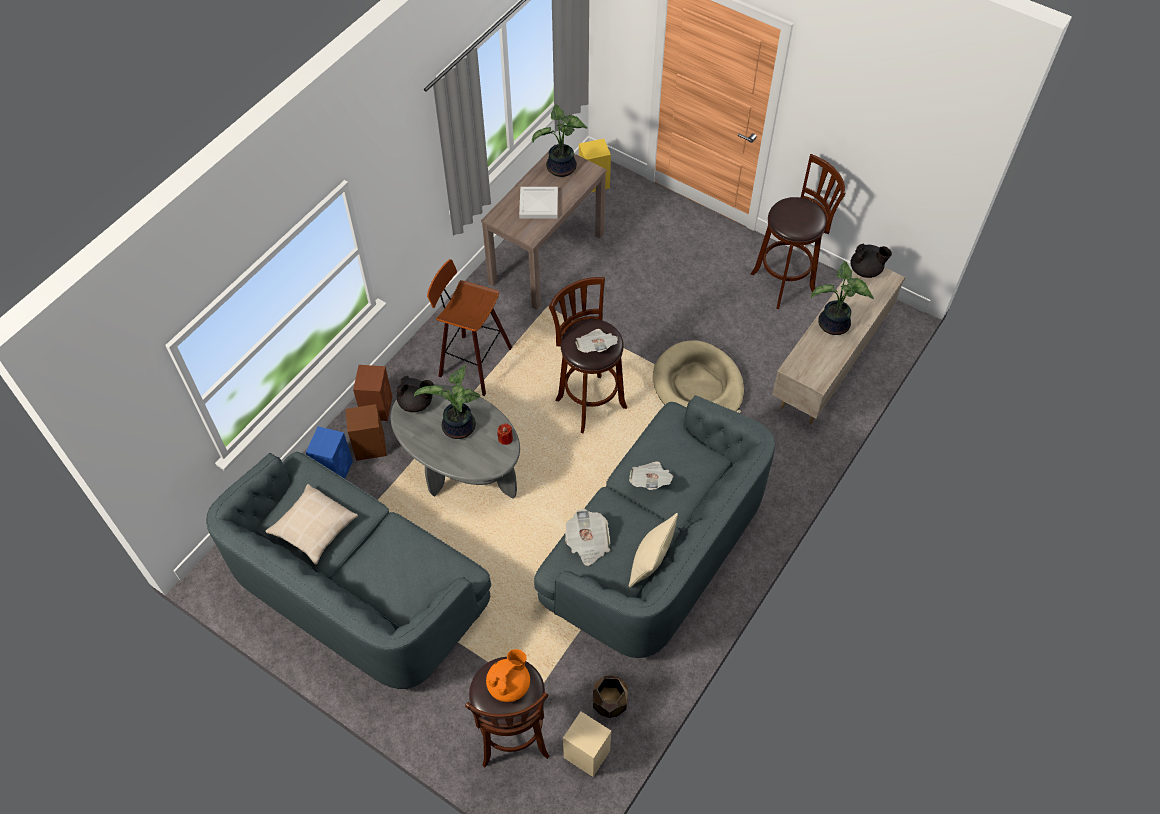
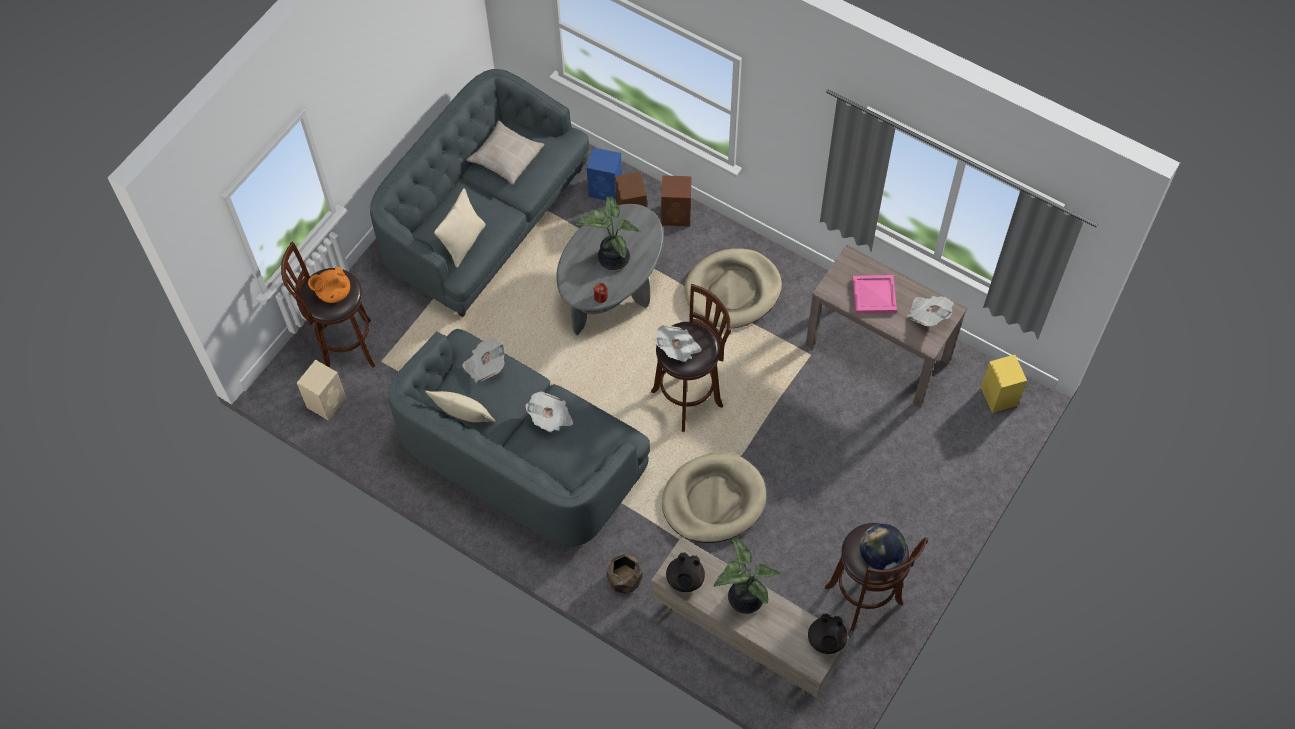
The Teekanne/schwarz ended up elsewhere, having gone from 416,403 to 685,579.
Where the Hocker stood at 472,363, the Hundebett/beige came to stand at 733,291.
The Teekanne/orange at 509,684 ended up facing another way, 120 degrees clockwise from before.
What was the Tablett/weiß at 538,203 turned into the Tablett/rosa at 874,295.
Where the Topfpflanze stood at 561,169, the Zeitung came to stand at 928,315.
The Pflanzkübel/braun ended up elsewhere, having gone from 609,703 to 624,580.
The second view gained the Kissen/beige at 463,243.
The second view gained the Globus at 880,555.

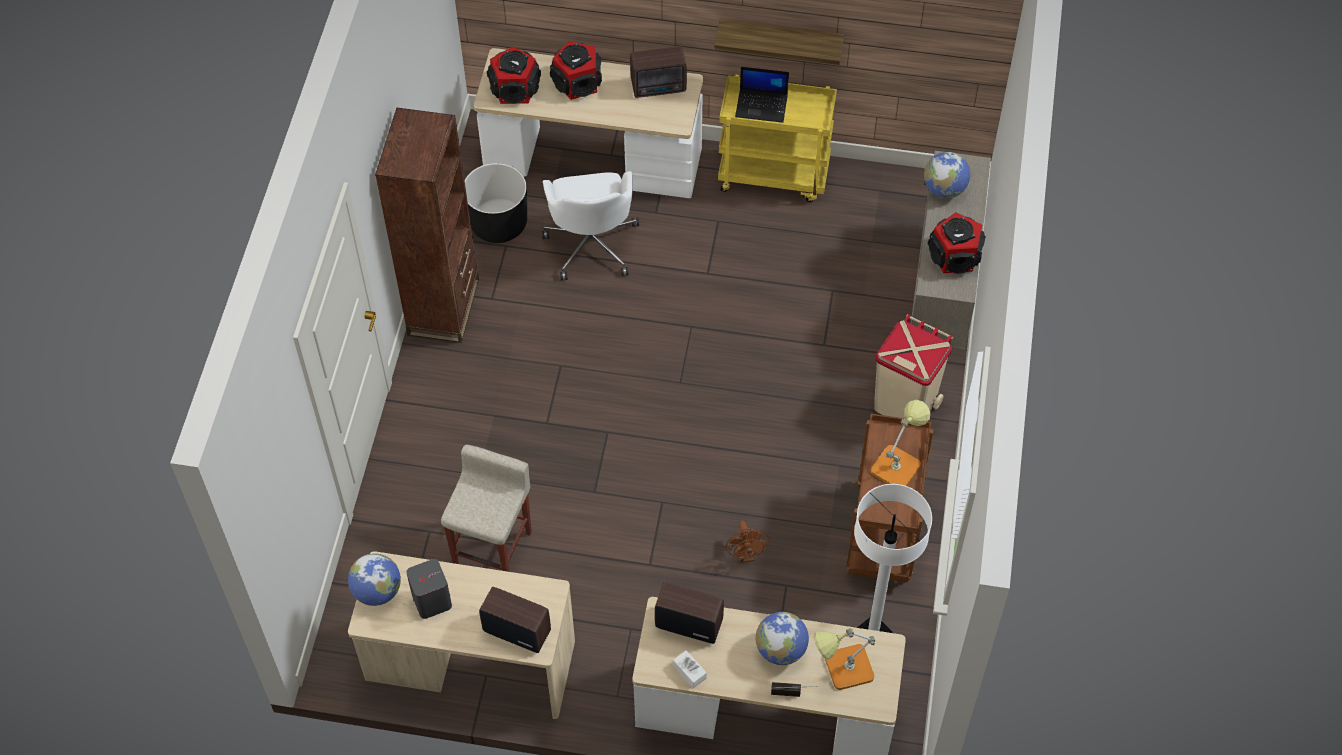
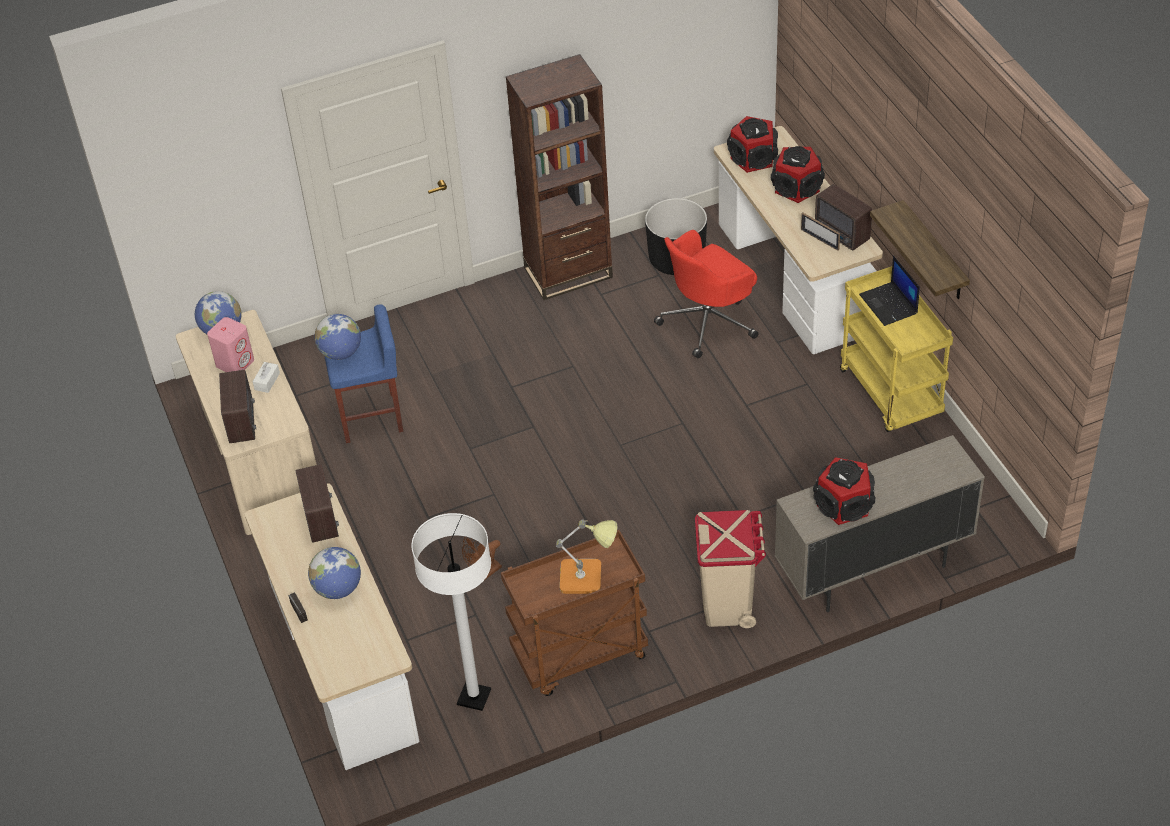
What was the Lautsprecher/grau at 431,600 turned into the Lautsprecher/rosa at 235,362.
What was the Hocker/beige at 493,547 turned into the Hocker/blau at 372,417.
What was the Bürostuhl/weiß at 592,243 turned into the Bürostuhl/rot at 709,321.
The Taschentuchbox/weiß ended up elsewhere, having gone from 689,672 to 267,381.
The second view lost the Tischlampe at 842,669.
The Globus ended up elsewhere, having gone from 944,189 to 341,353.
The second view gained the Bilderrahmen at 820,239.

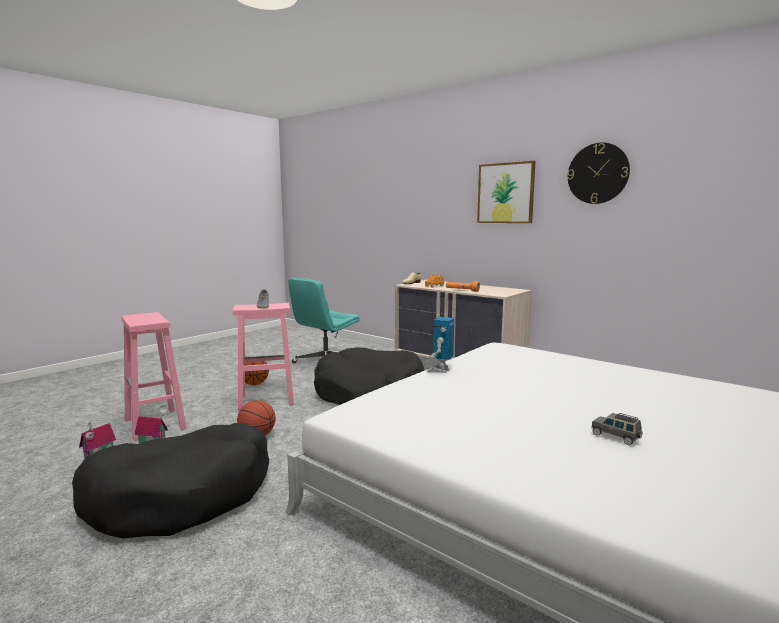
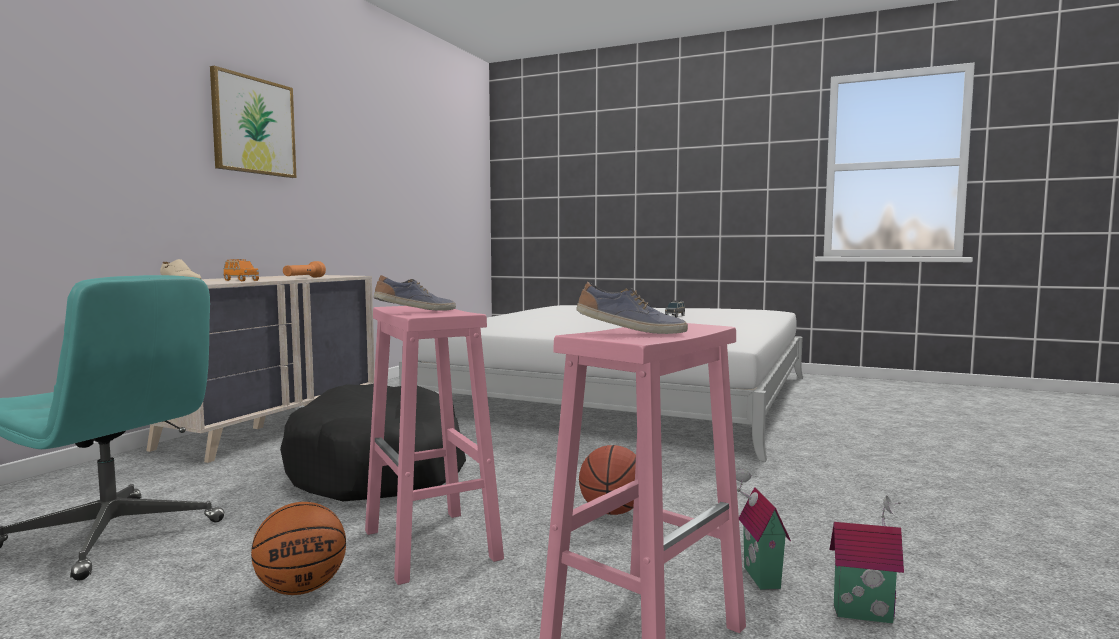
The second view lost the Hundebett/schwarz at 182,496.
The second view lost the Spielzeugroboter at 440,370.
The second view lost the Wanduhr at 598,173.
The second view gained the Schuh at 630,332.

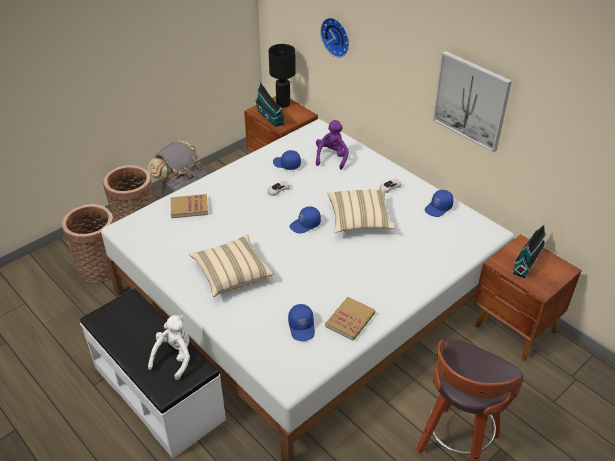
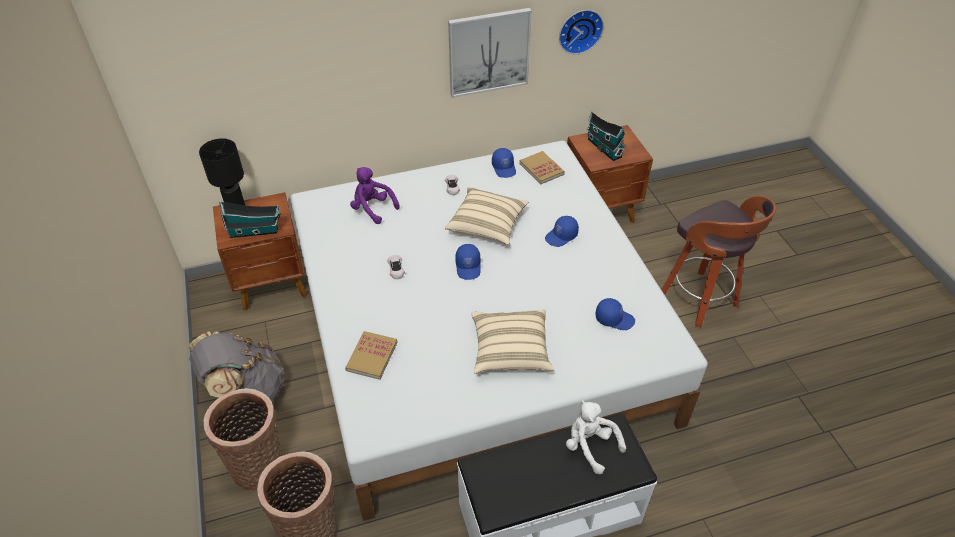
The Kappe/blau ended up elsewhere, having gone from 286,164 to 561,236.
The Wanduhr ended up elsewhere, having gone from 337,36 to 579,30.
The Buch ended up elsewhere, having gone from 350,320 to 541,169.

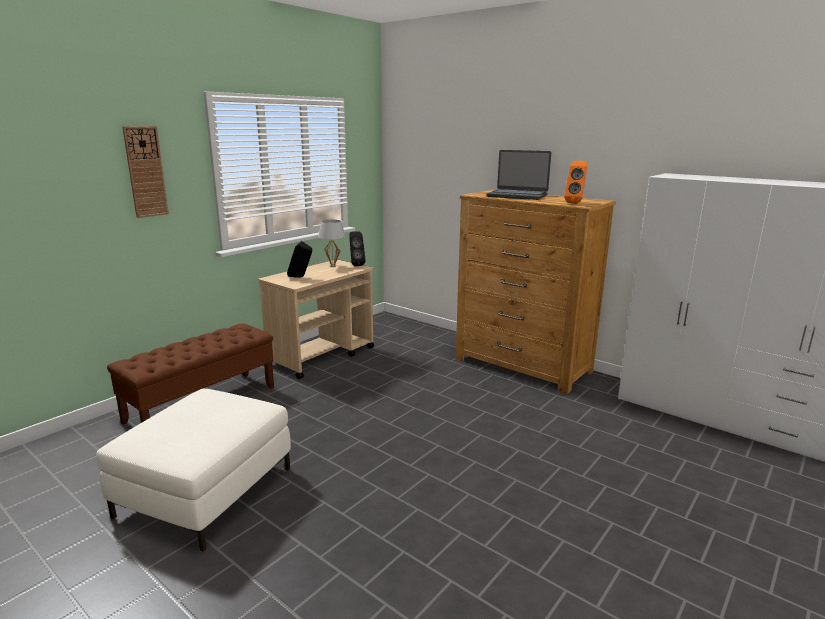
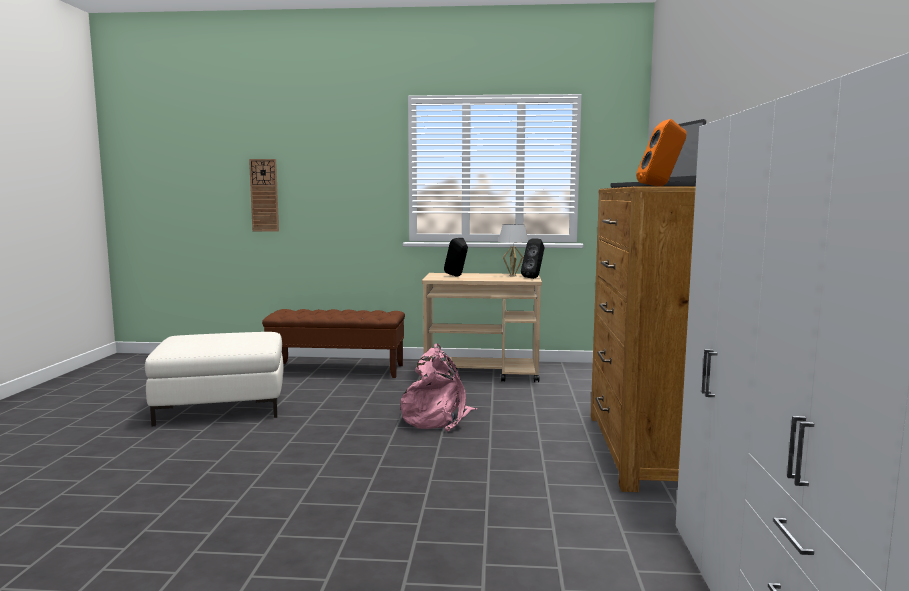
The Wanduhr ended up elsewhere, having gone from 145,172 to 264,195.
The second view gained the Rucksack/rosa at 437,418.

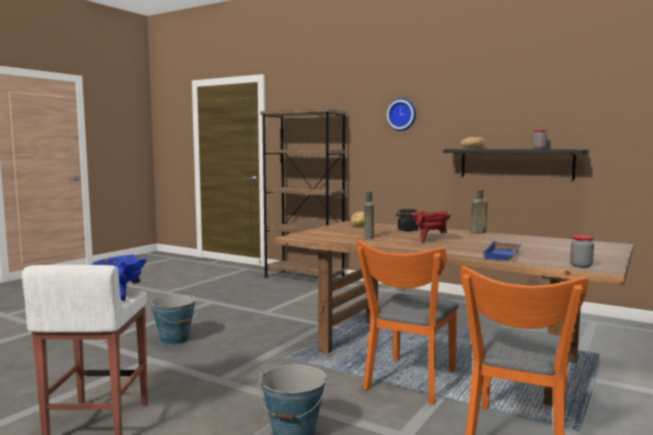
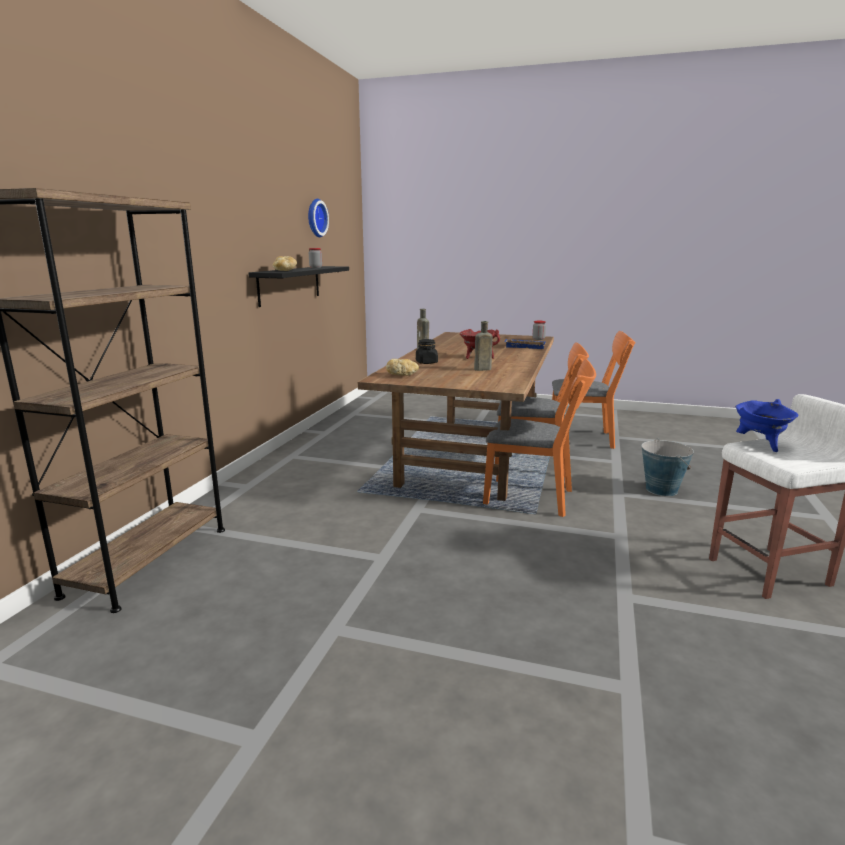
The second view lost the Eimer at 175,340.
The Wanduhr ended up elsewhere, having gone from 402,114 to 315,218.
The second view gained the Stuhl/orange at 536,498.

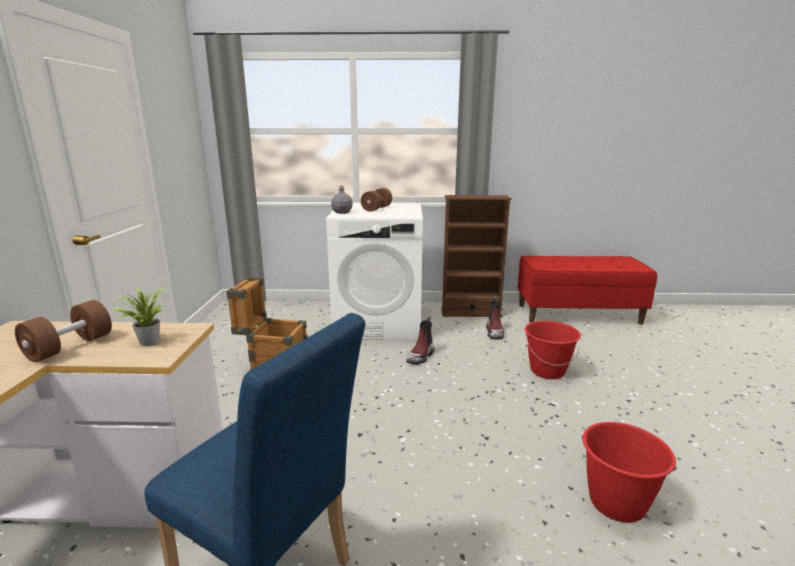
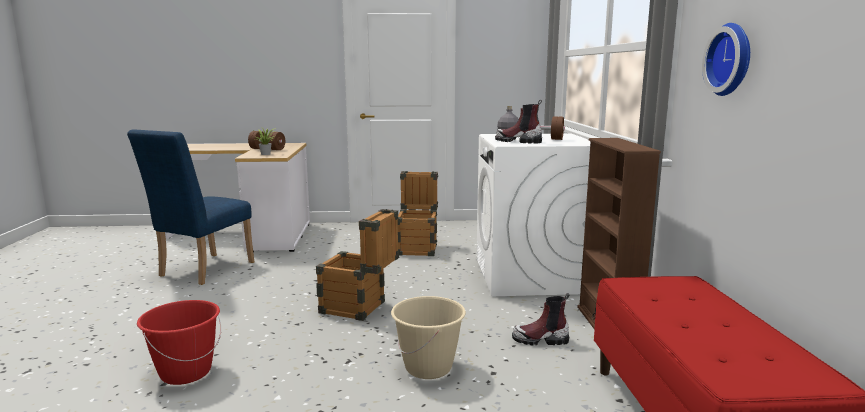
The Stiefel ended up elsewhere, having gone from 421,356 to 518,141.
What was the Eimer/rot at 547,371 turned into the Eimer/beige at 428,367.
The second view gained the Kiste at 359,309.
The second view gained the Wanduhr at 732,59.

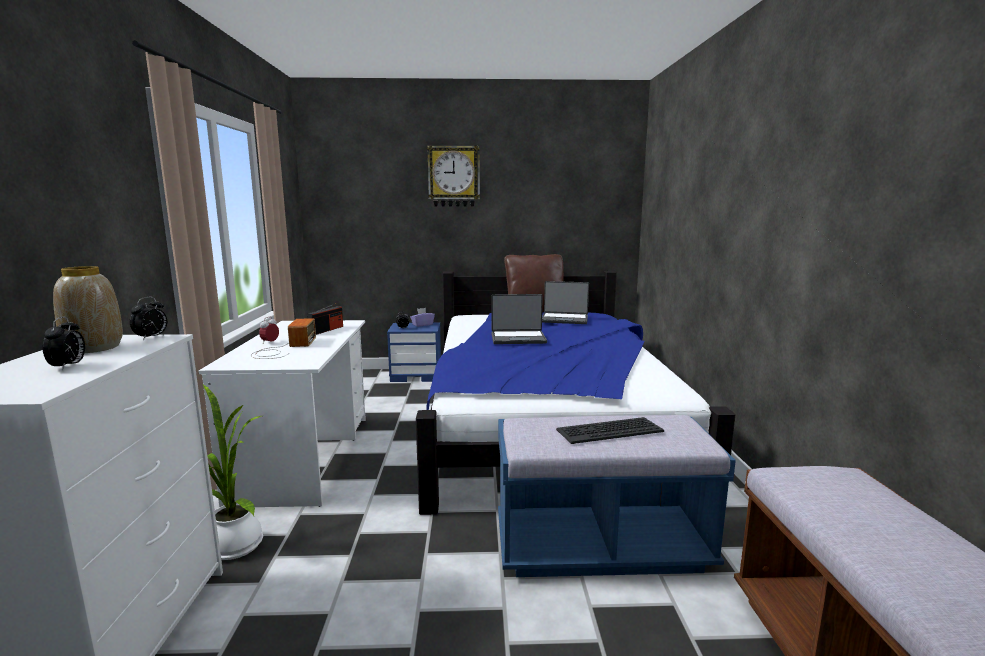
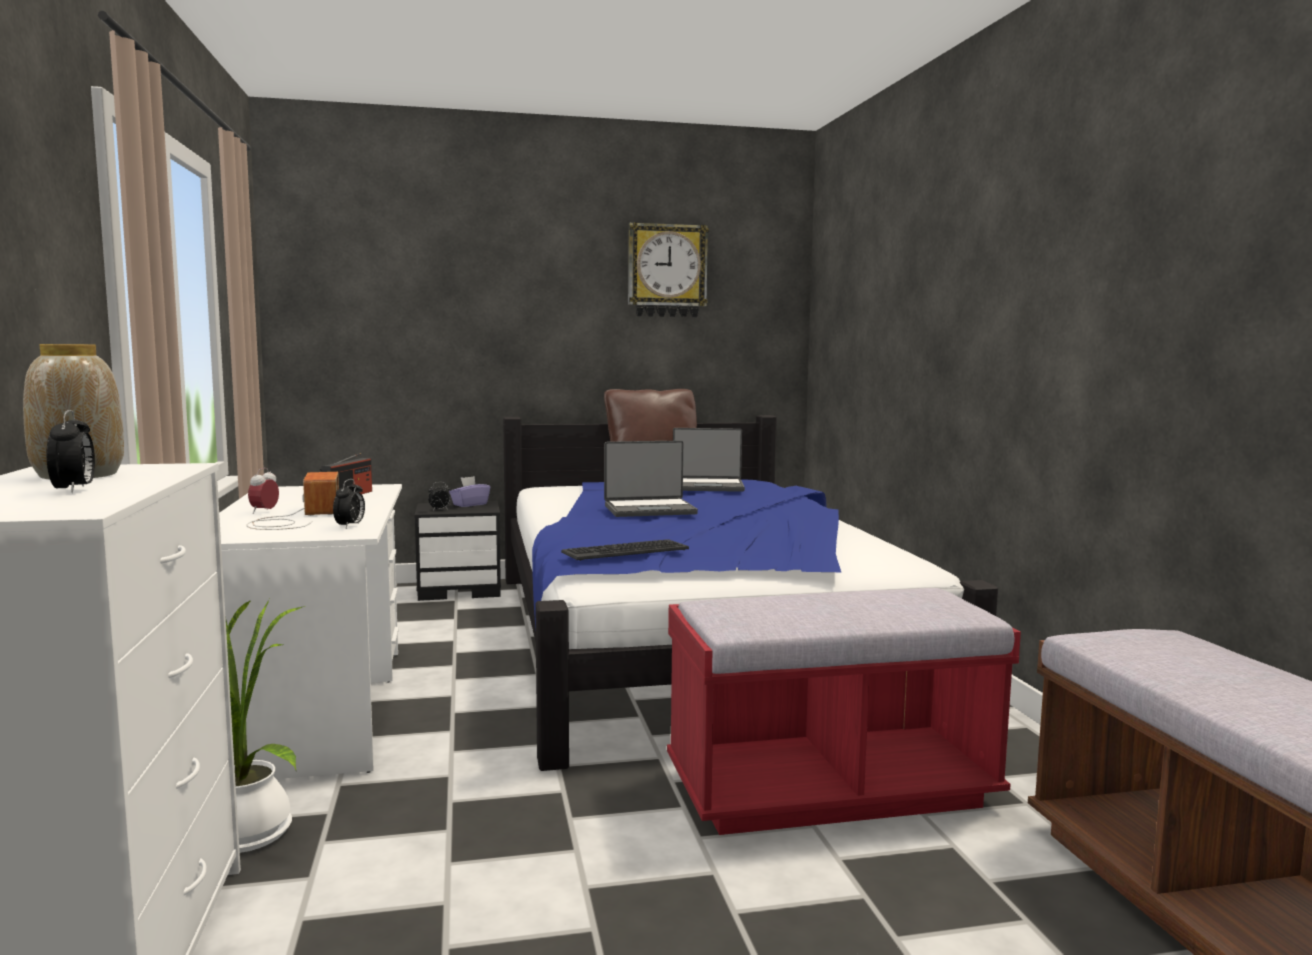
The Wecker ended up elsewhere, having gone from 152,338 to 350,526.
What was the Nachttisch/blau at 417,375 turned into the Nachttisch/schwarz at 460,589.
The Wanduhr ended up elsewhere, having gone from 454,176 to 667,271.
What was the Bank/blau at 600,547 turned into the Bank/rot at 830,790.
The Tastatur ended up elsewhere, having gone from 609,431 to 625,551.

